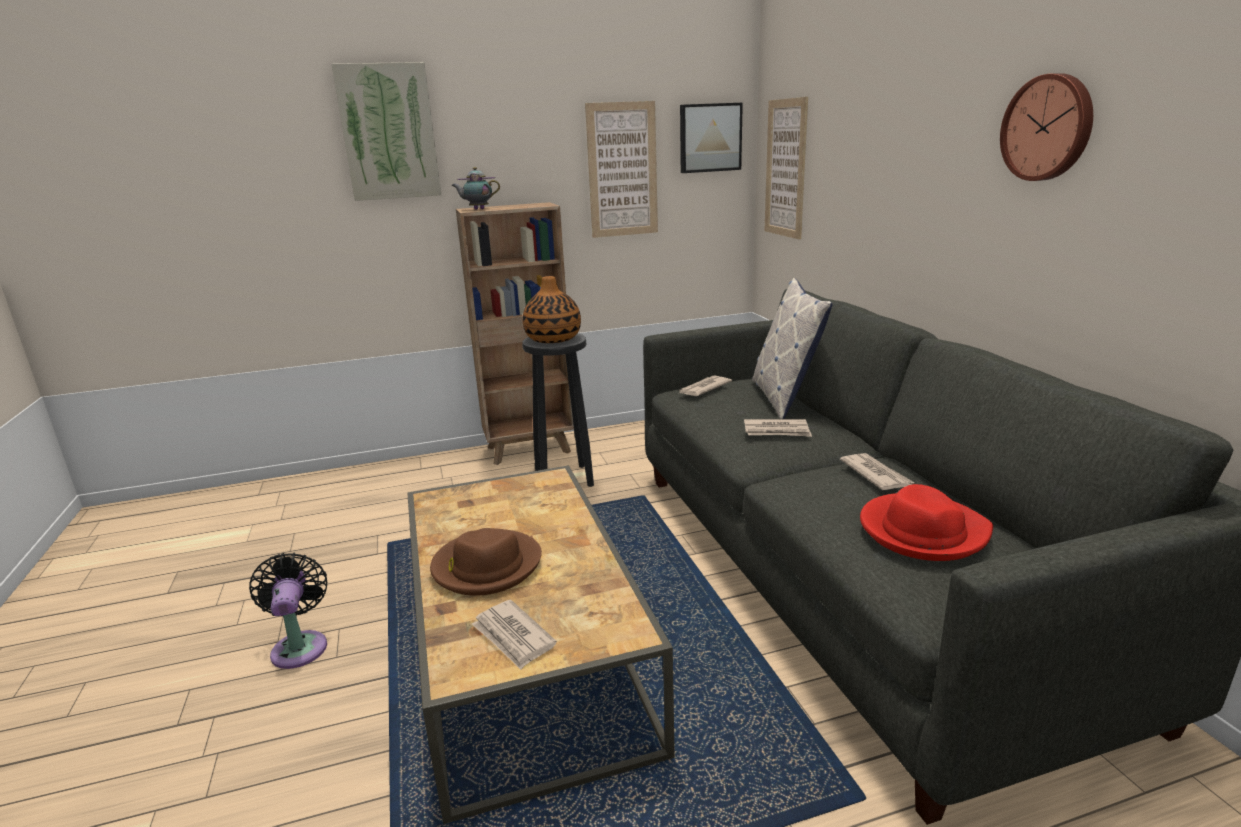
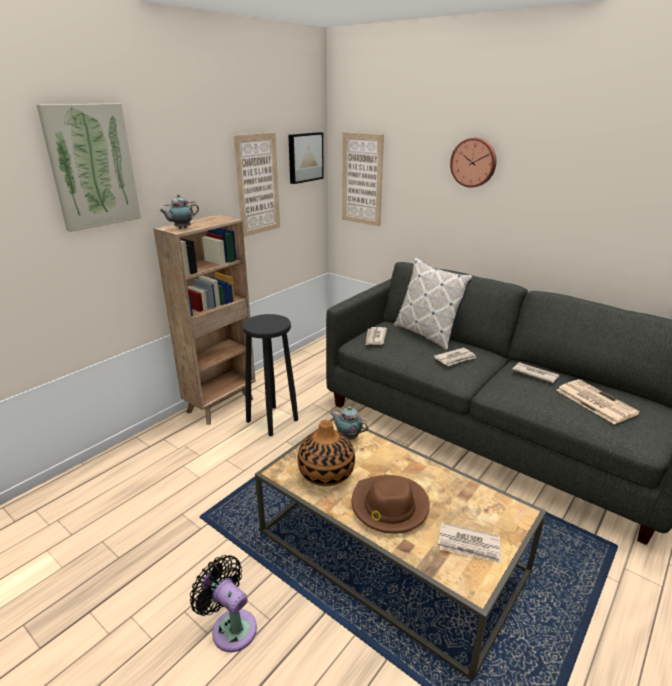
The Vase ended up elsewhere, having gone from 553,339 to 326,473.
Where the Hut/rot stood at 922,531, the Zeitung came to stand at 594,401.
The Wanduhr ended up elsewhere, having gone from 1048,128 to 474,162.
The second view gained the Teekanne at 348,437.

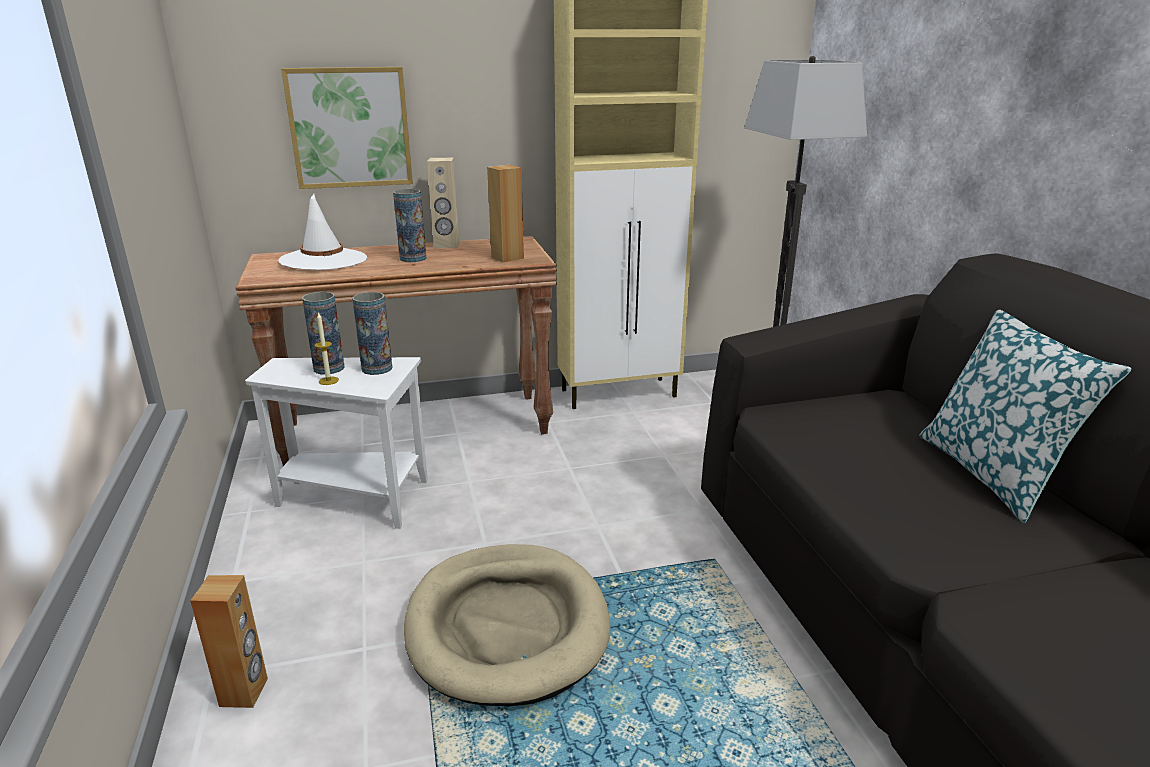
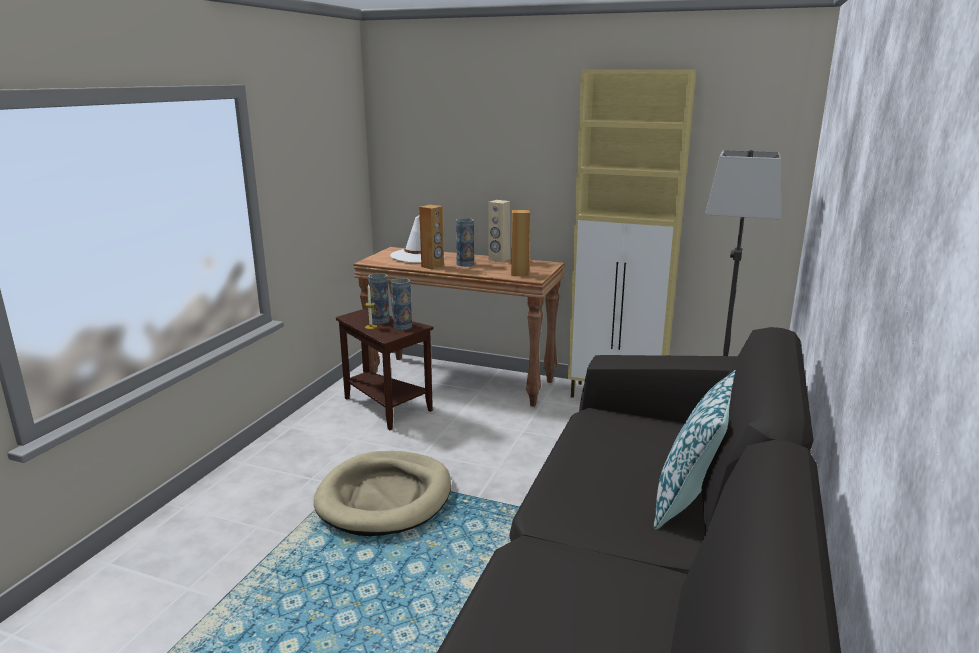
The Lautsprecher/braun ended up elsewhere, having gone from 244,692 to 432,266.
What was the Beistelltisch/weiß at 357,499 turned into the Beistelltisch/braun at 386,408.
The second view lost the Bild at 350,128.

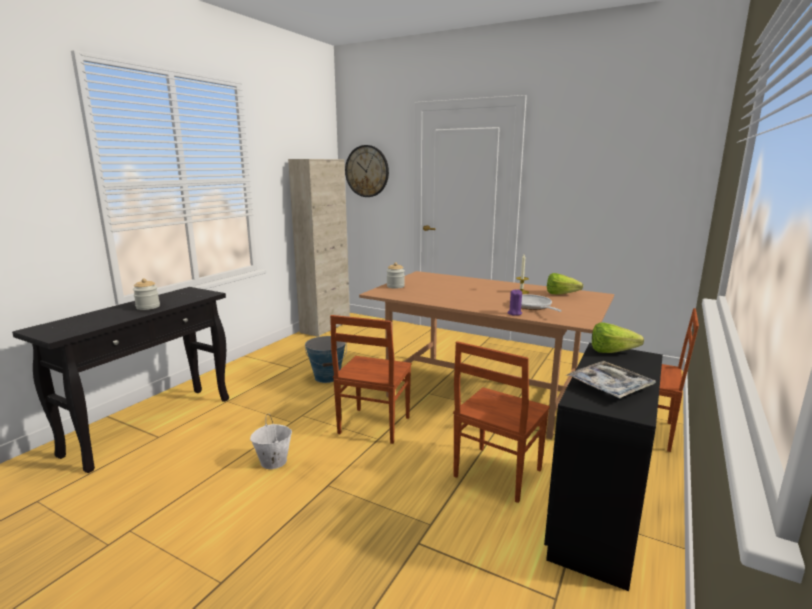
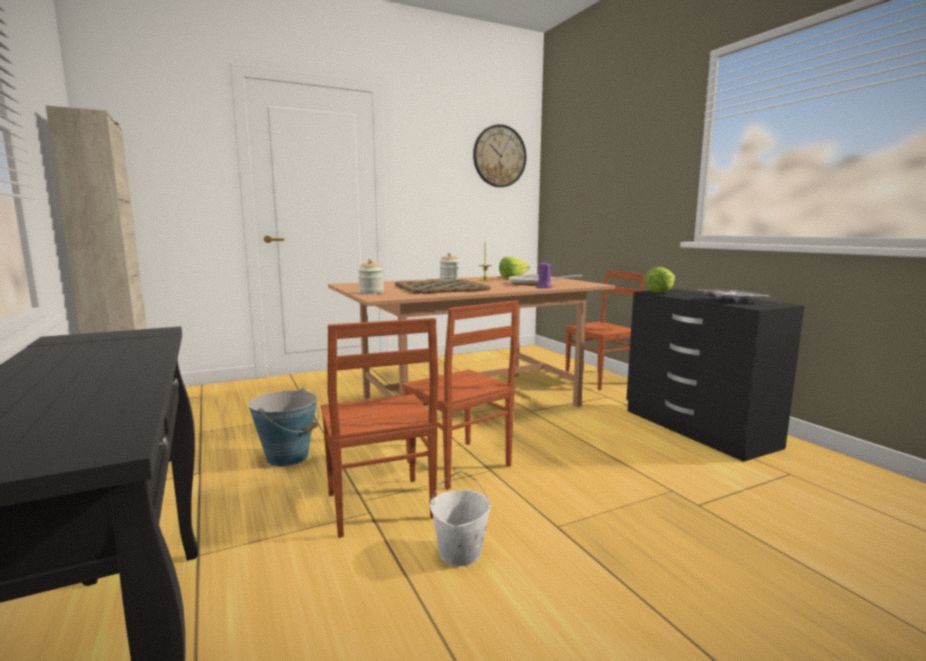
The Vorratsglas ended up elsewhere, having gone from 148,307 to 449,279.
The Wanduhr ended up elsewhere, having gone from 367,171 to 499,156.
The Stuhl/braun ended up elsewhere, having gone from 496,473 to 378,507.
The second view gained the Tablett at 441,287.

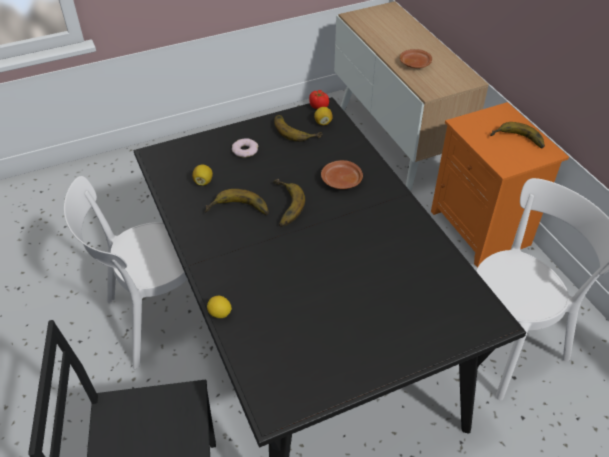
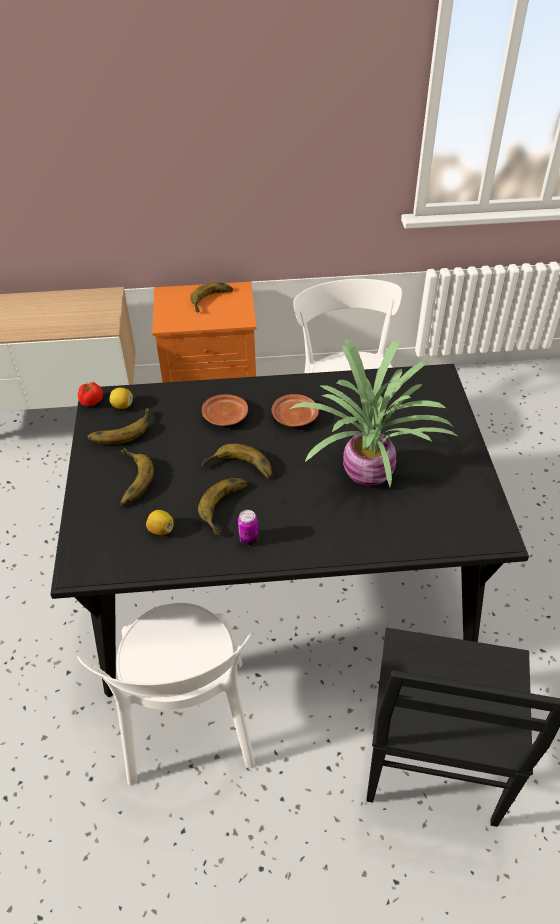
The second view lost the Zitrone at 220,314.
Where the Donut stood at 245,150, the Banane came to stand at 127,481.
The Teller/braun ended up elsewhere, having gone from 415,63 to 294,417.
The second view gained the Dose at 248,539.
The second view gained the Topfpflanze at 369,472.

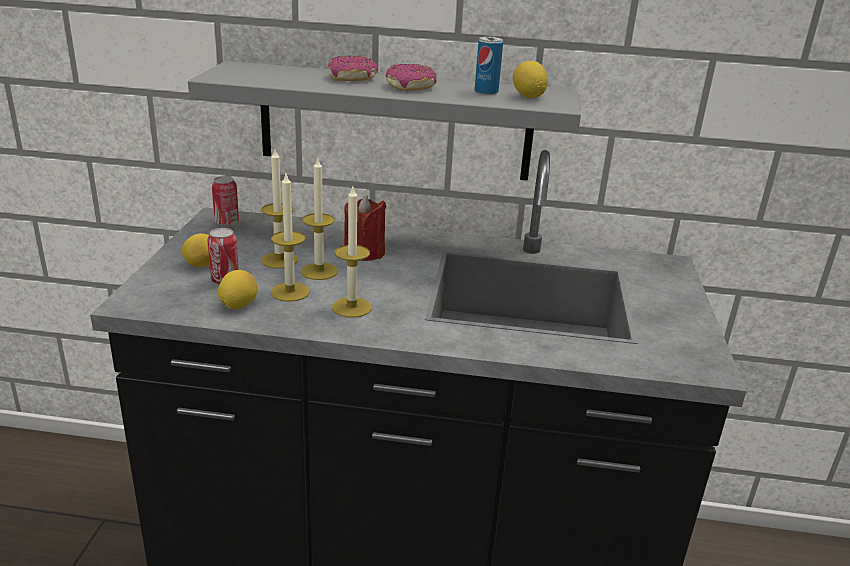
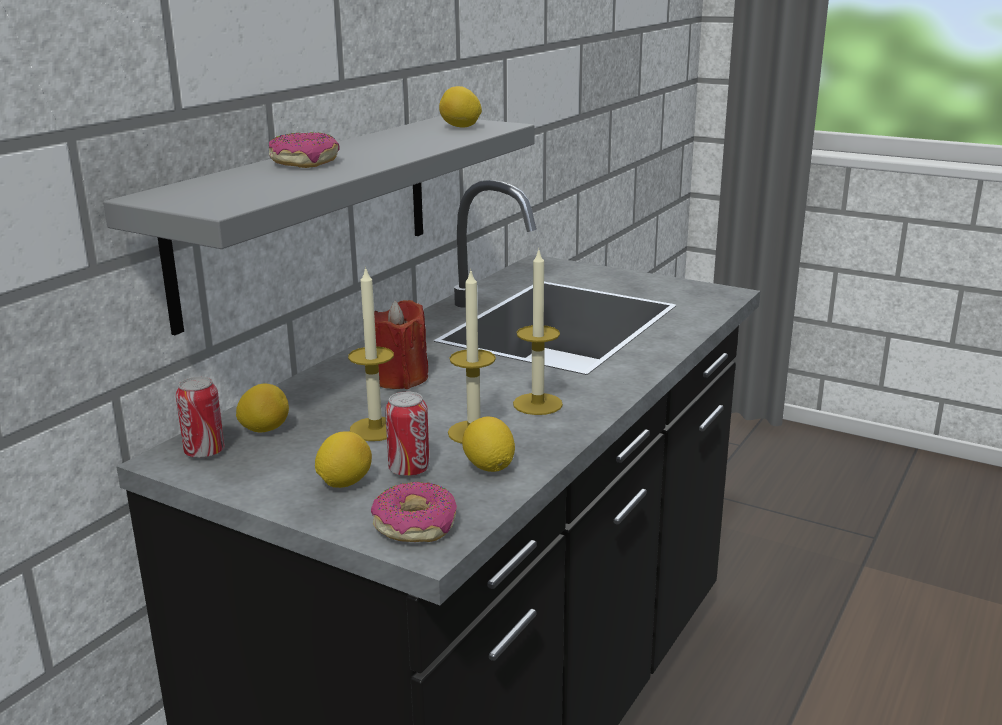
The second view lost the Kerze at 319,271.
The Donut ended up elsewhere, having gone from 411,86 to 415,525.
The second view lost the Dose at 486,92.
The second view gained the Zitrone at 265,429.

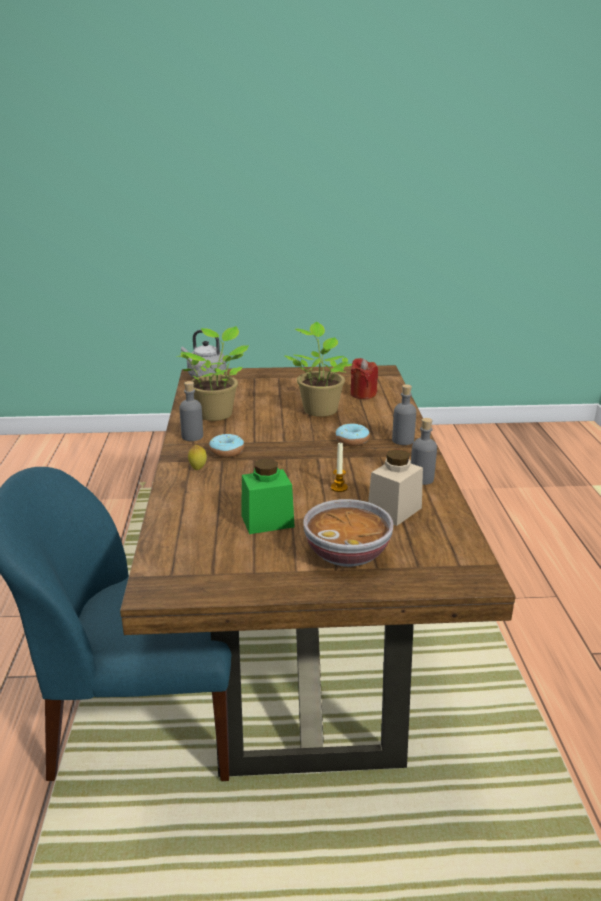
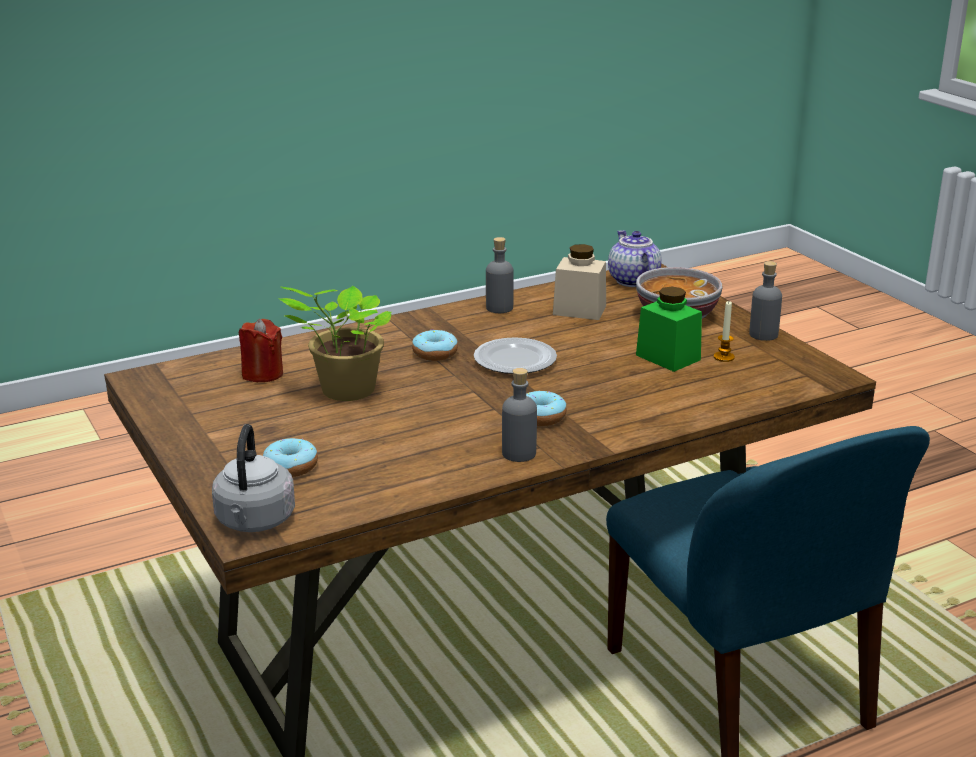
The second view lost the Topfpflanze at 216,413.
The second view lost the Zitrone at 198,468.
The Kerze ended up elsewhere, having gone from 339,487 to 724,357.
The Flasche/grau ended up elsewhere, having gone from 403,440 to 763,334.
The second view gained the Donut at 291,467.
The second view gained the Teller at 515,360.
The second view gained the Teekanne at 632,281.

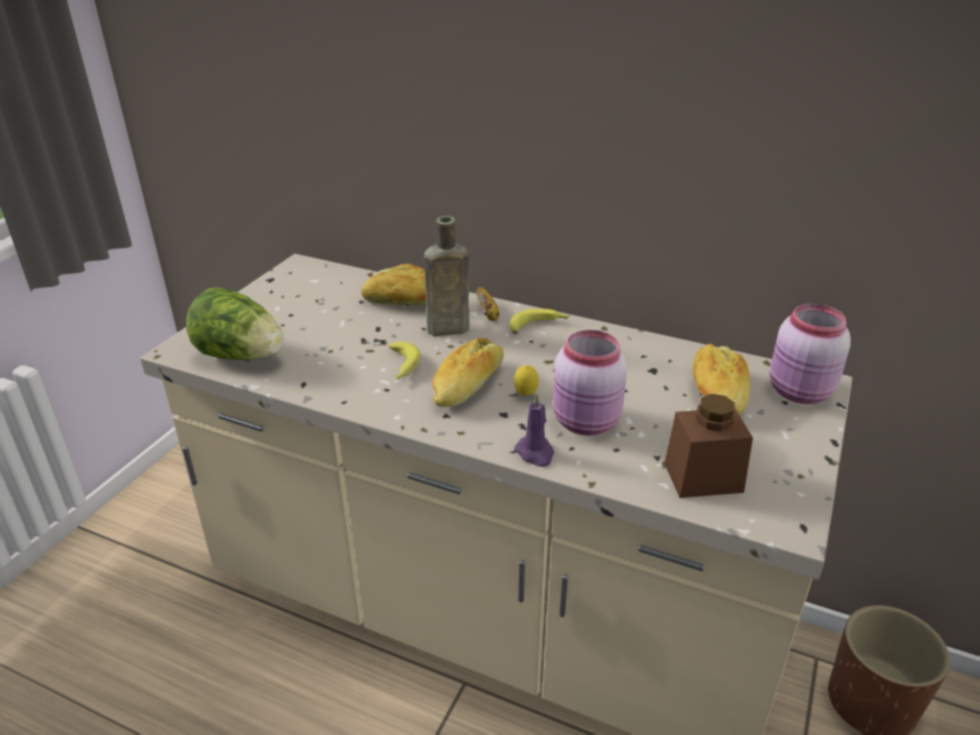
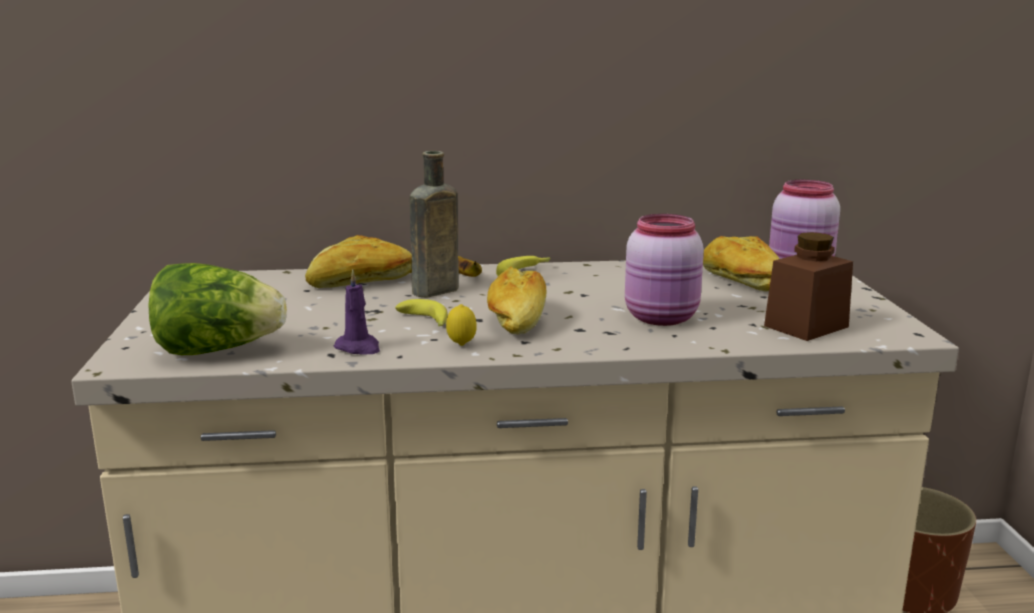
The Zitrone ended up elsewhere, having gone from 526,395 to 461,345.
The Kerze/lila ended up elsewhere, having gone from 535,453 to 359,348.

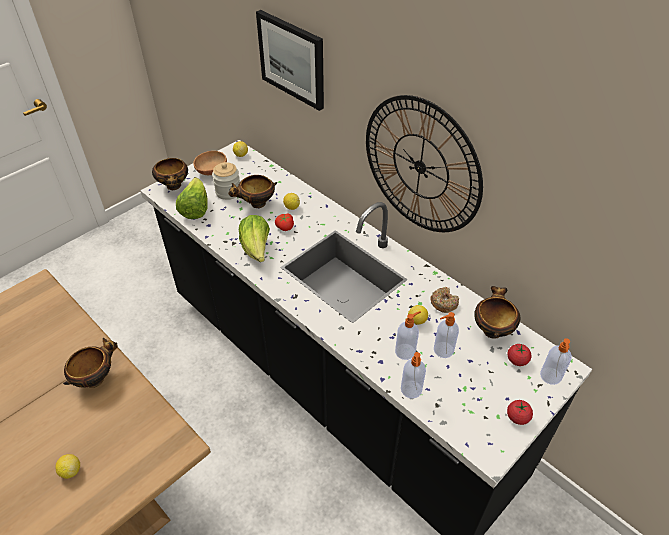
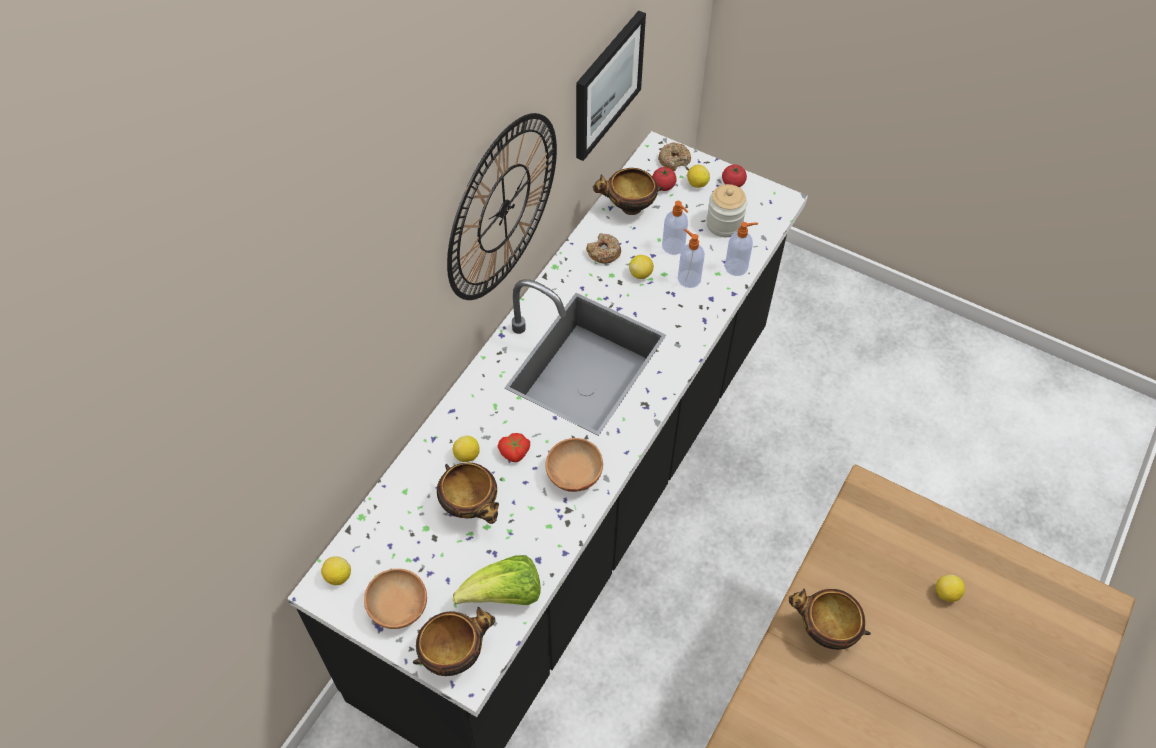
The Vorratsglas ended up elsewhere, having gone from 228,192 to 724,224.
Where the Salatkopf stood at 256,249, the Schüssel/braun came to stand at 573,475.
The Bild ended up elsewhere, having gone from 292,59 to 606,84.
Where the Seifenspender stood at 550,376, the Donut came to stand at 674,160.
The second view gained the Zitrone at 697,184.

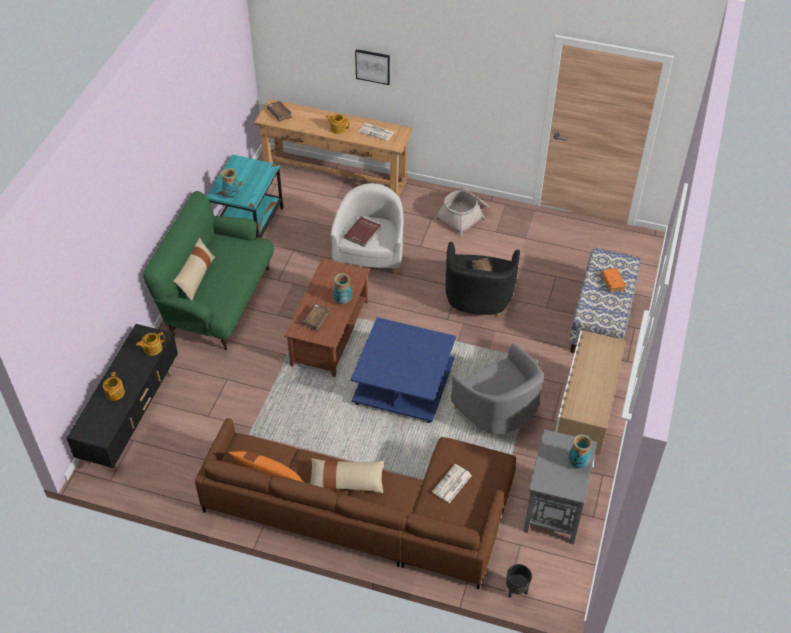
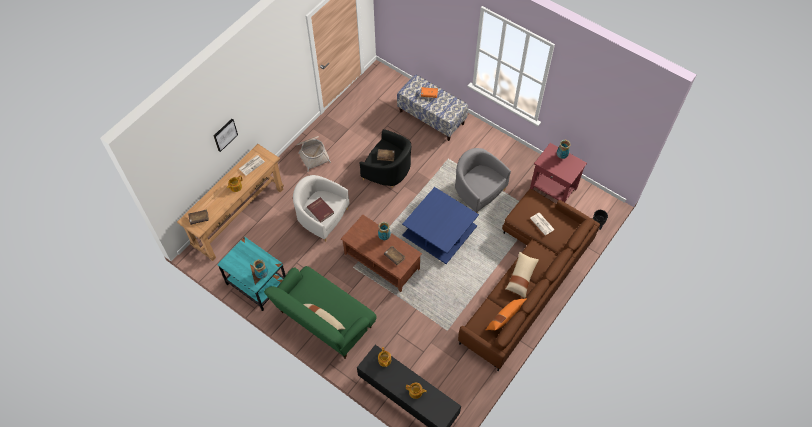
The Sessel/grau at 497,411 ended up facing another way, 120 degrees counterclockwise from before.
What was the Beistelltisch/grau at 554,510 turned into the Beistelltisch/rot at 553,189.
The second view lost the Schrank at 583,422.

